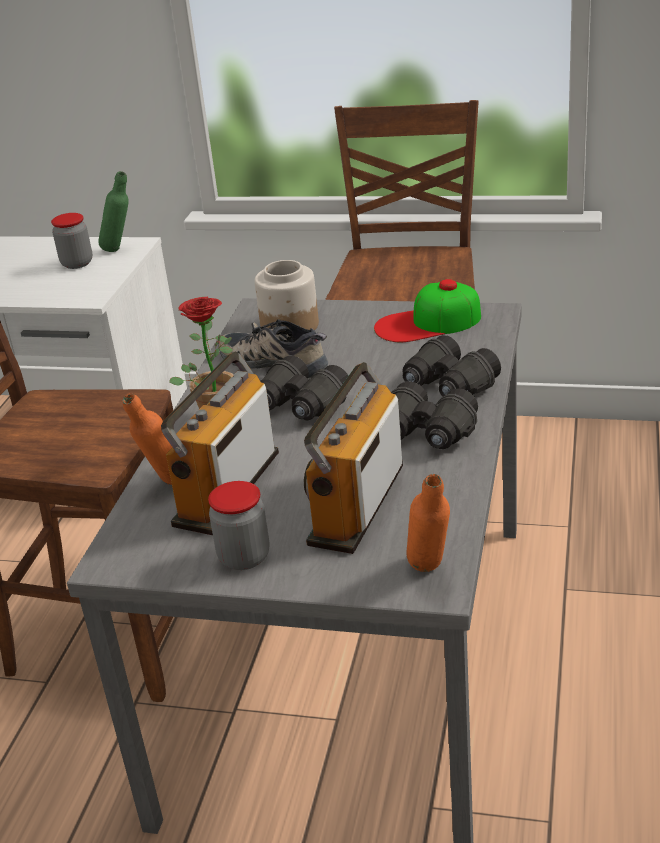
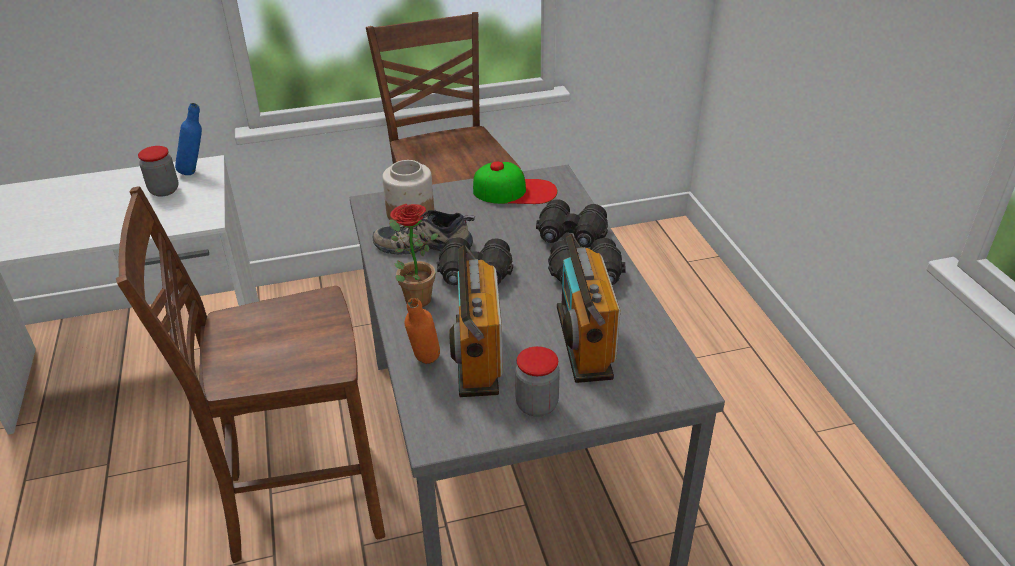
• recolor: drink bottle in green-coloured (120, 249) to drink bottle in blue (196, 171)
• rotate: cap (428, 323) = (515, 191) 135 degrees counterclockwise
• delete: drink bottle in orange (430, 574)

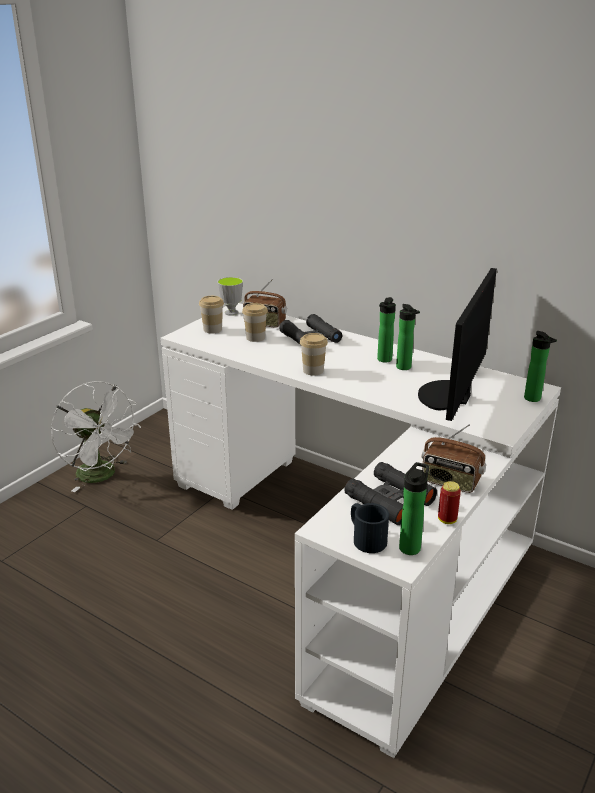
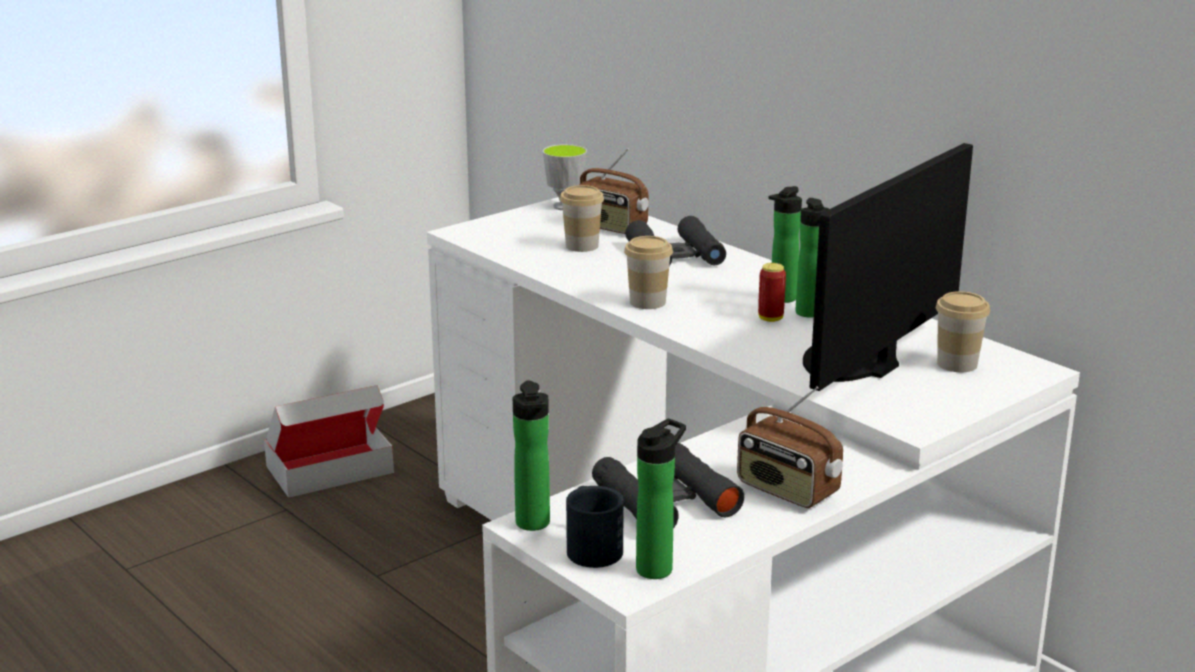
• replace: cooling fan in whitish (102, 476) to carton (330, 469)
• move: small cup (212, 329) to (957, 364)
• move: metal can (447, 520) to (770, 318)
• move: drink bottle (534, 399) to (533, 525)

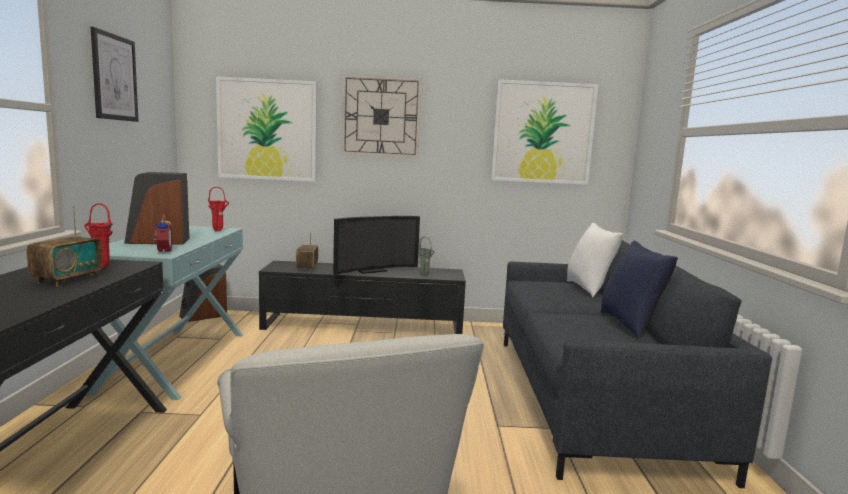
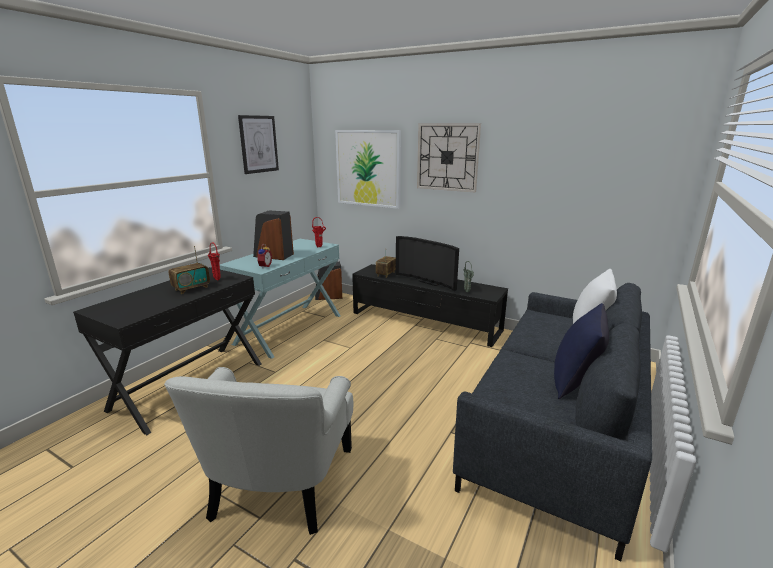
• rotate: television (371, 270) = (430, 282) 45 degrees clockwise
• delete: wall picture (542, 133)

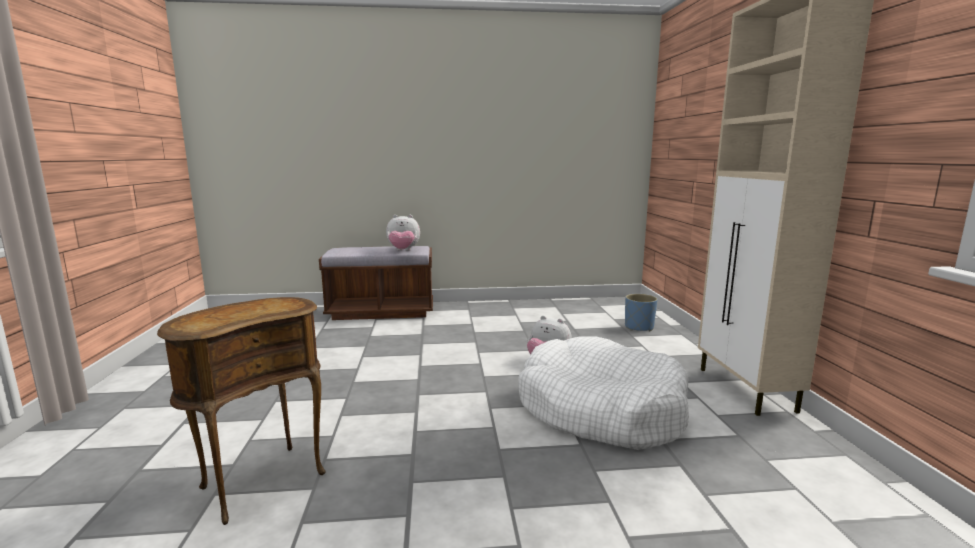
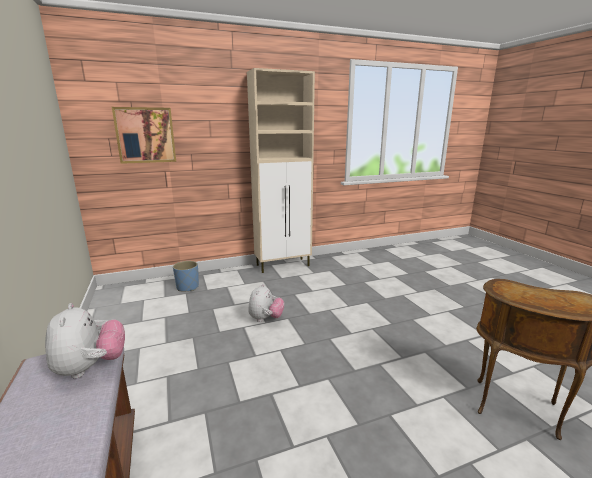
• delete: dog cushion in whitish (600, 409)
• insert: wall picture (145, 135)

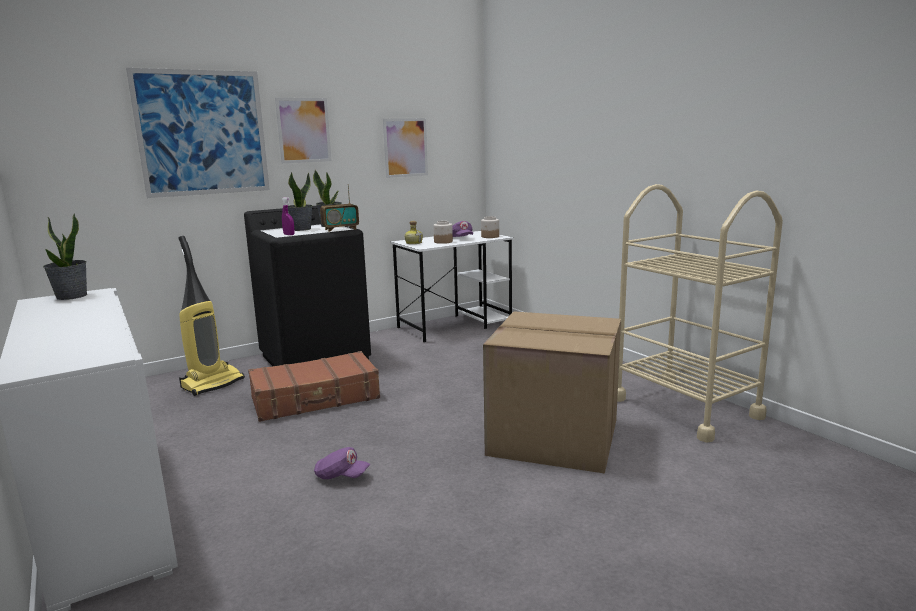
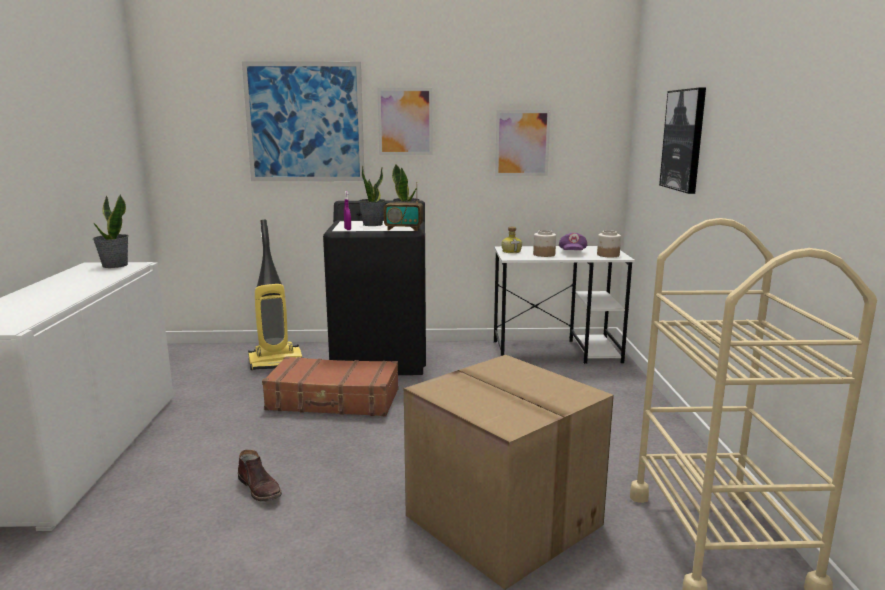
• replace: cap in purple-coloured (341, 476) to tall boot in brownish (260, 488)
• insert: wall picture (684, 140)

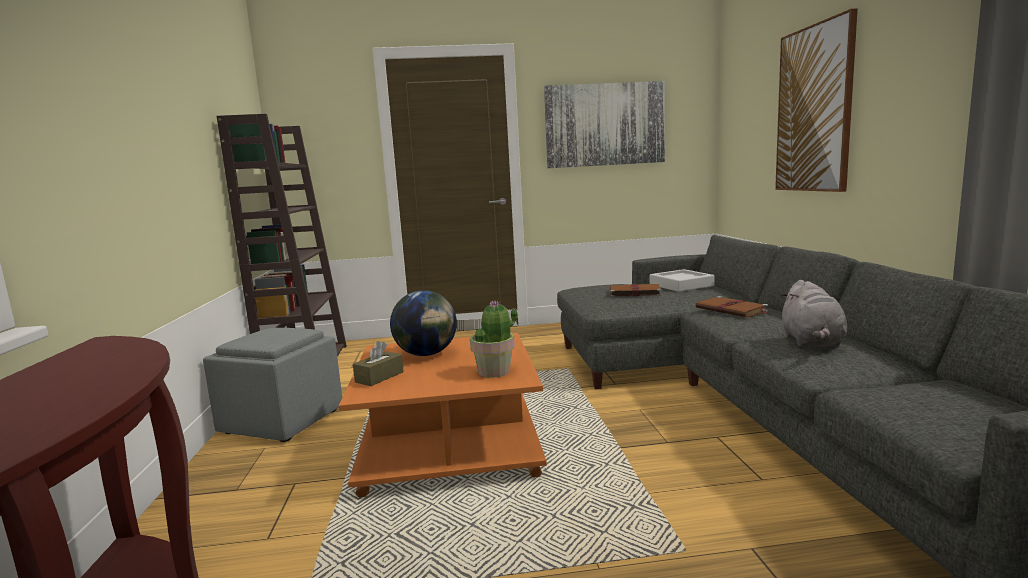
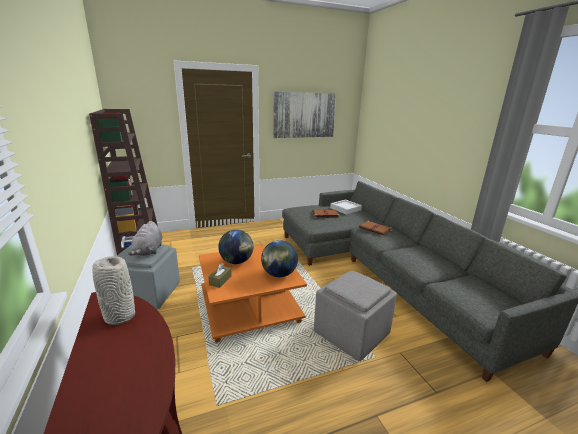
• replace: potted plant (495, 371) to world globe (279, 274)
• delete: wall picture (814, 109)
• move: plush toy in greyish (812, 342) to (148, 251)
• insert: flower vase in greyish (120, 317)
• insert: pouffe in greyish (351, 334)

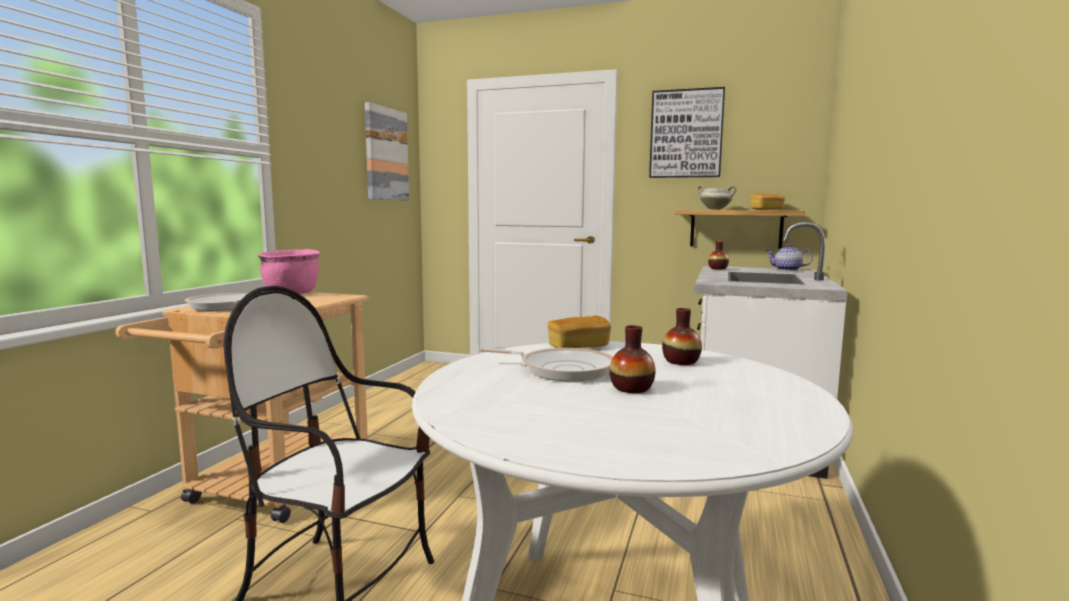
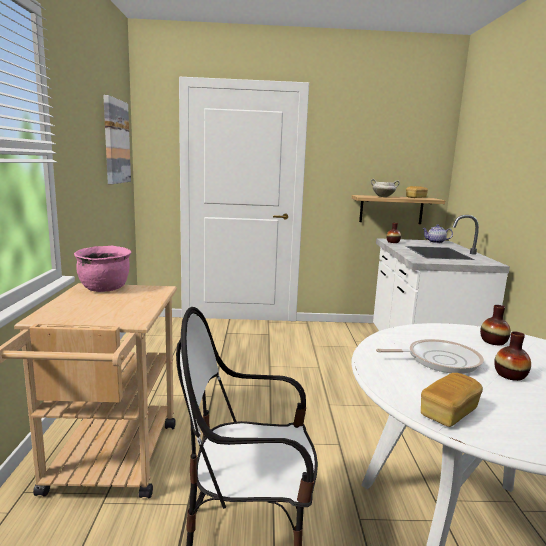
• delete: frying pan (225, 306)
• move: bakery bread (578, 347) to (448, 412)
• delete: wall picture (686, 134)

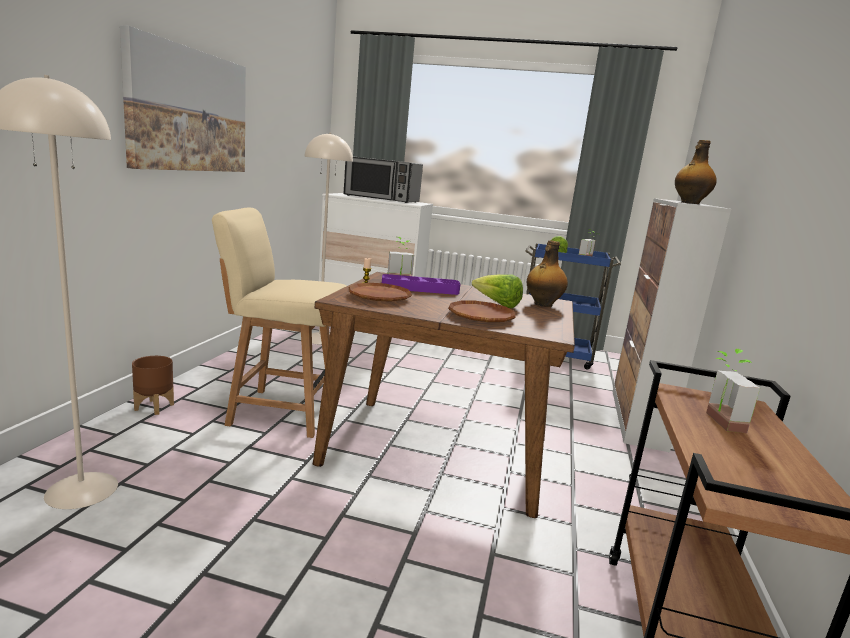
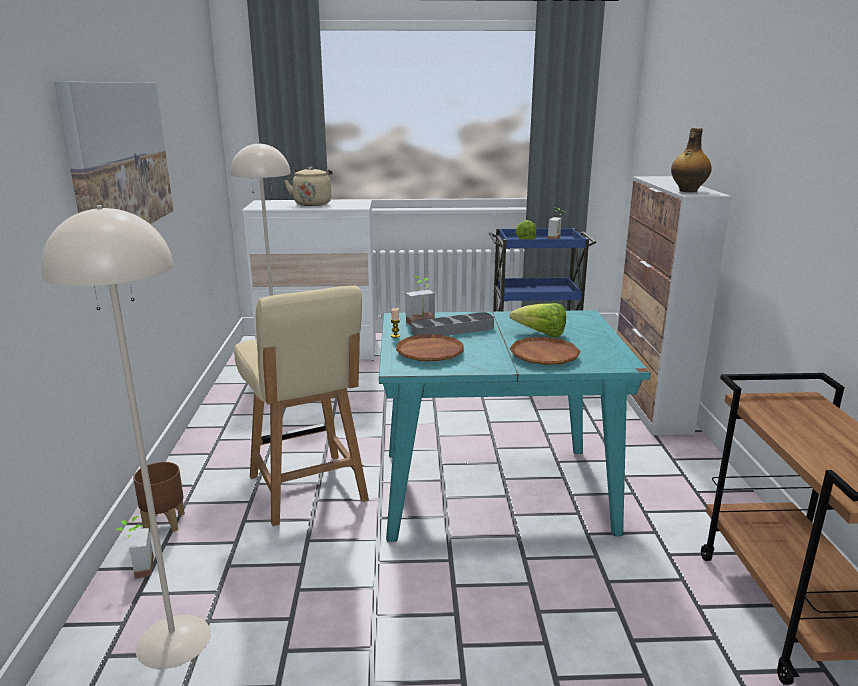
• rotate: plain chair in sand-coloured (280, 411) = (308, 490) 105 degrees counterclockwise
• recolor: dinner table in brownish (440, 451) to dinner table in blue-green (496, 491)
• replace: microwave oven (381, 199) to tea kettle in sand-coloured (312, 203)
• recolor: serving tray in purple-coloured (420, 289) to serving tray in greyish (452, 330)
• delete: drink bottle (542, 304)
• move: potted plant (717, 421) to (137, 568)

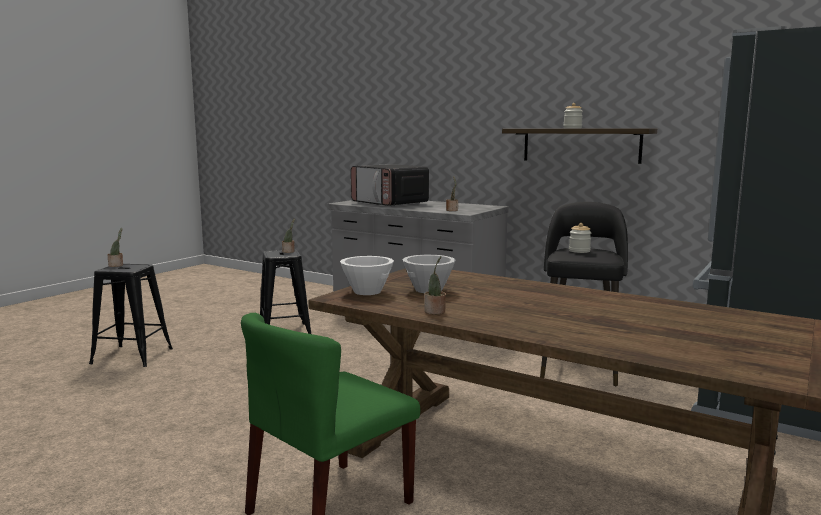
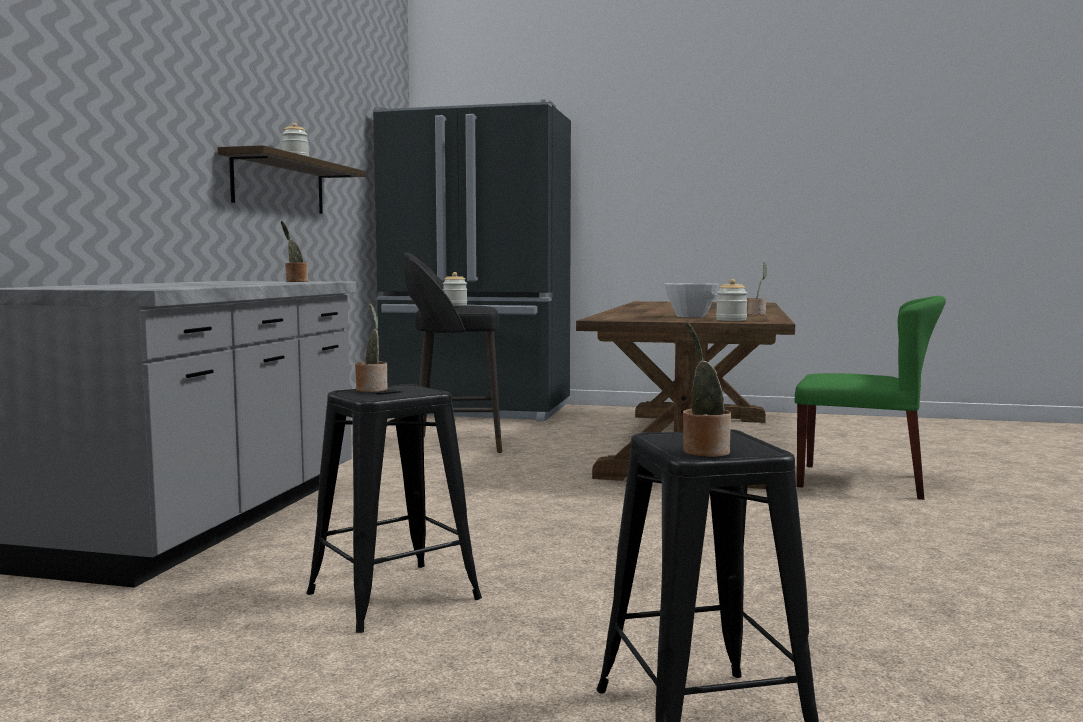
• replace: serving bowl in whitish (367, 291) to preserve jar (731, 320)
• delete: microwave oven (390, 203)

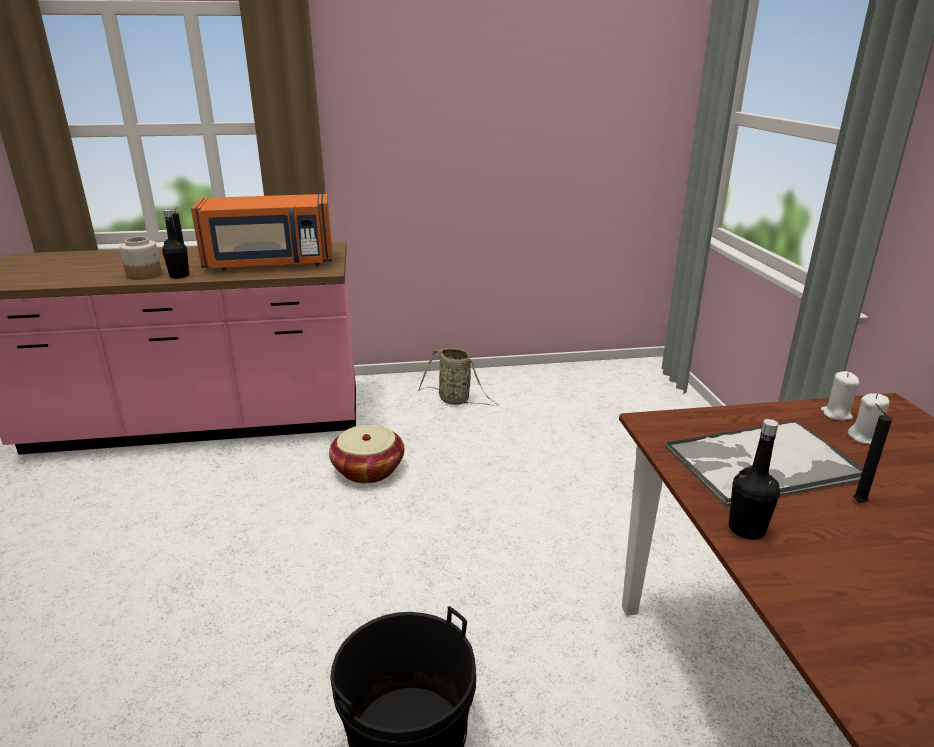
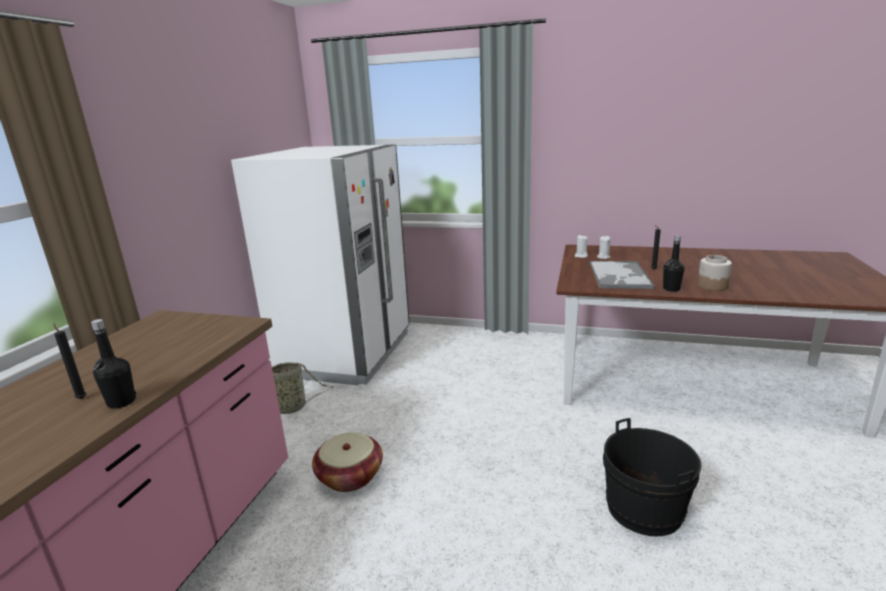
• move: preserve jar (144, 274) to (712, 286)
• delete: microwave oven in orange (270, 264)
• insert: kitchen fridge in whitish (346, 353)

